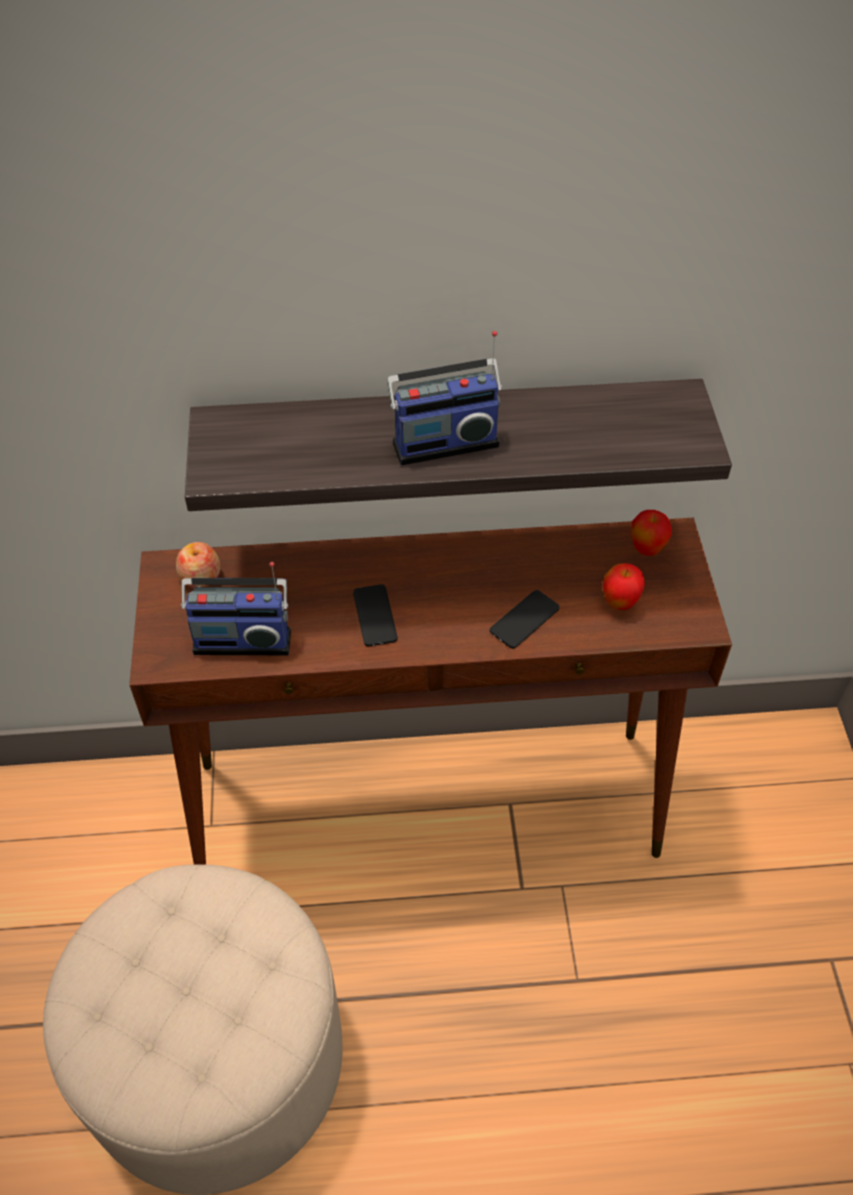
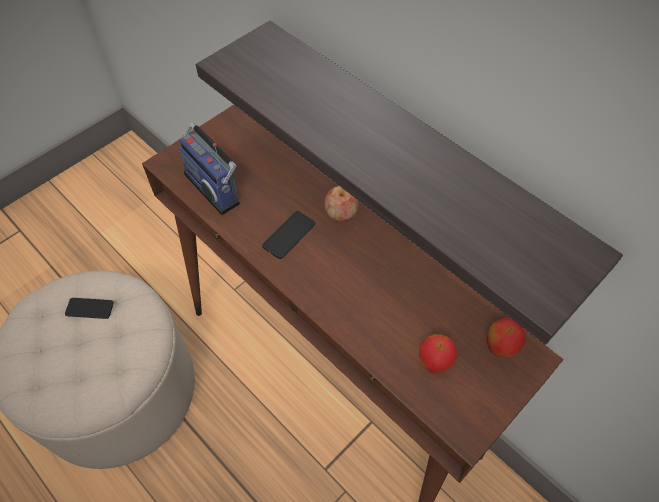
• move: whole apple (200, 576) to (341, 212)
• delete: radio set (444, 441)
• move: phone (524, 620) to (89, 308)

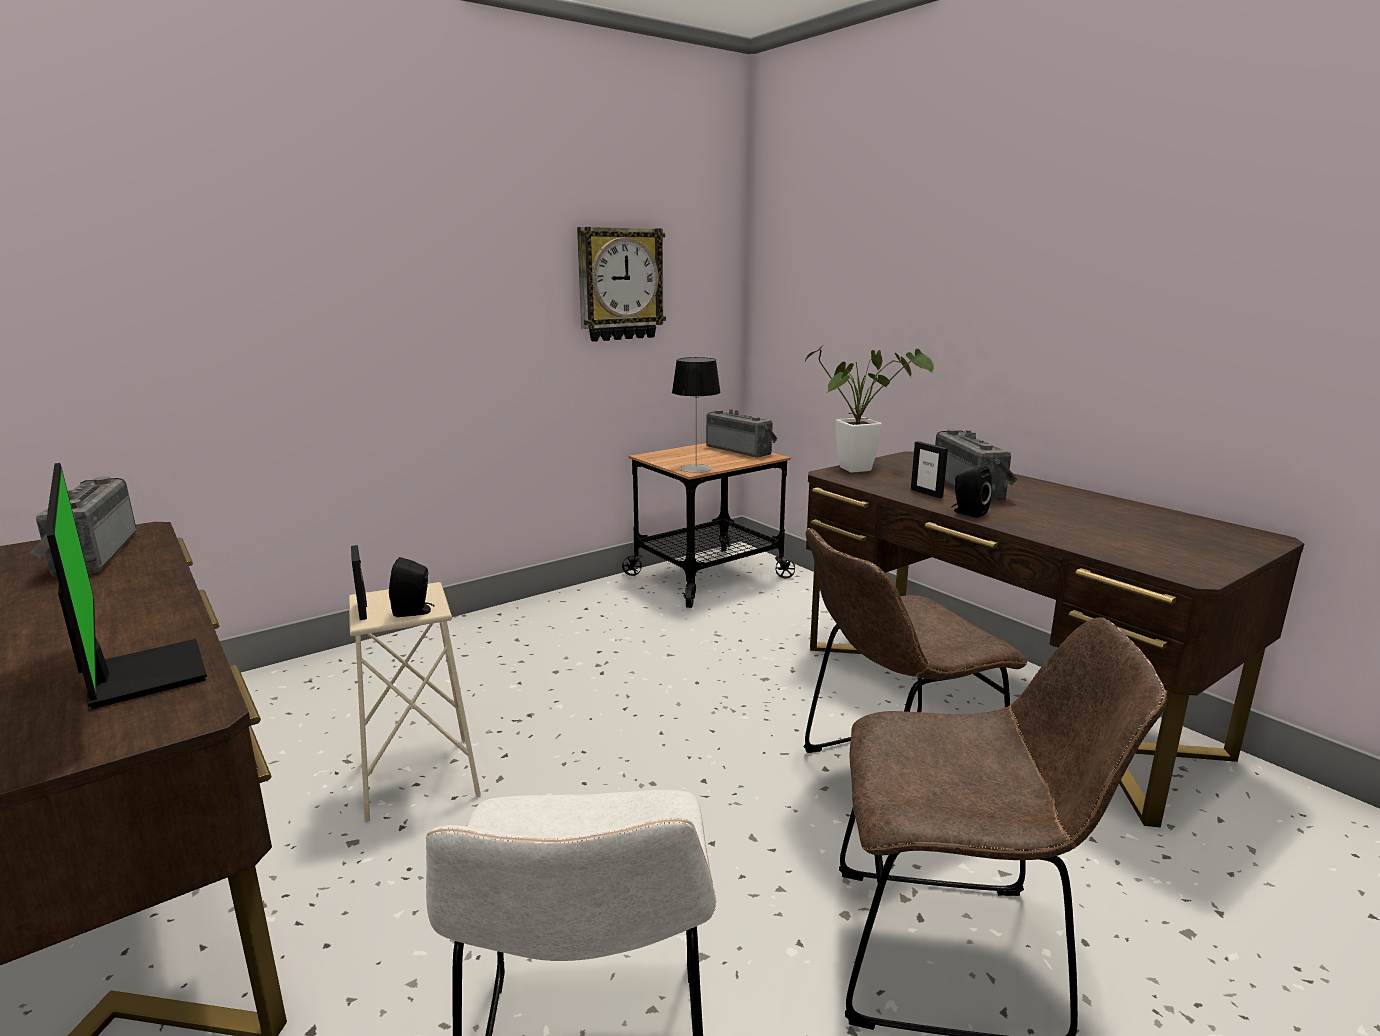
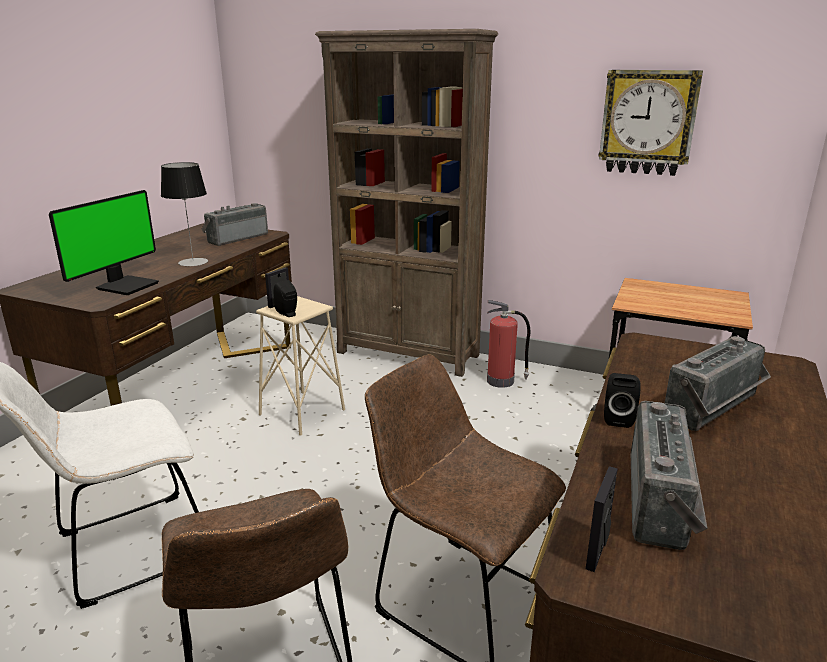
• move: tabletop lamp (696, 468) to (193, 262)
• move: radio set (741, 450) to (664, 501)
• delete: potted plant (862, 468)
• move: picture frame (926, 493) to (597, 551)
• insert: shelving unit in brownish (408, 354)
• insert: fire-fighting cylinder (502, 381)

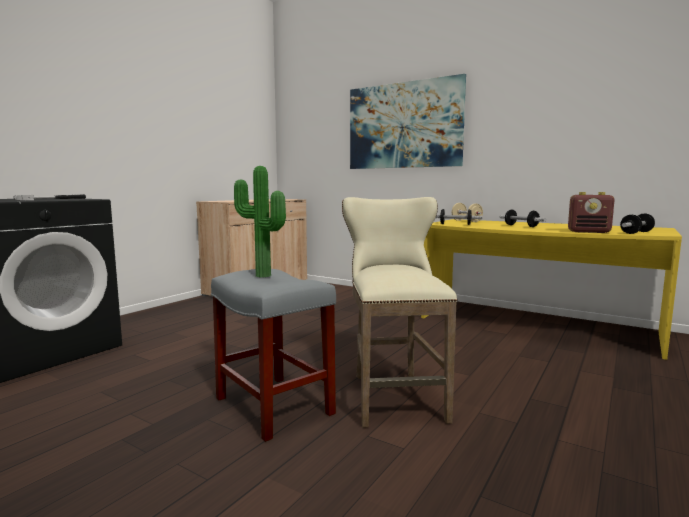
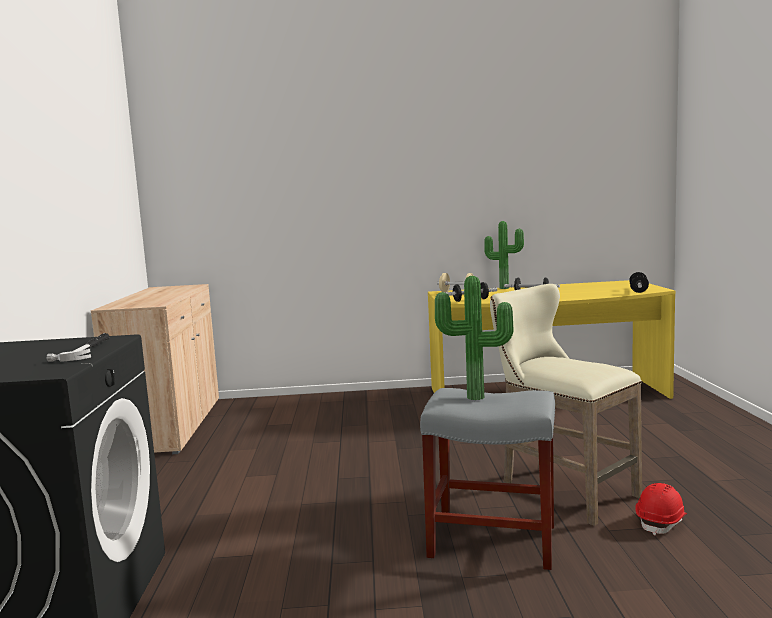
• delete: wall picture (404, 125)
• delete: radio set (589, 232)
• insert: potted plant (504, 288)
• insert: hard hat in red-coloured (661, 522)

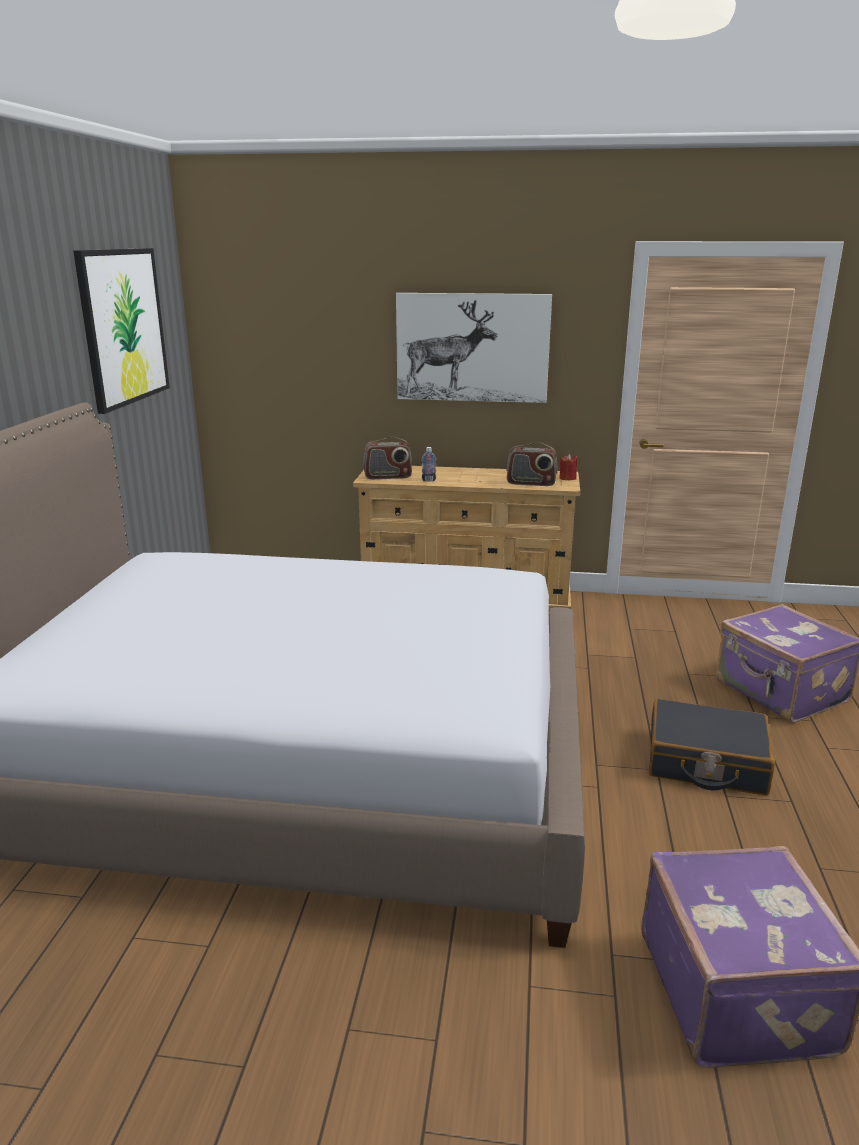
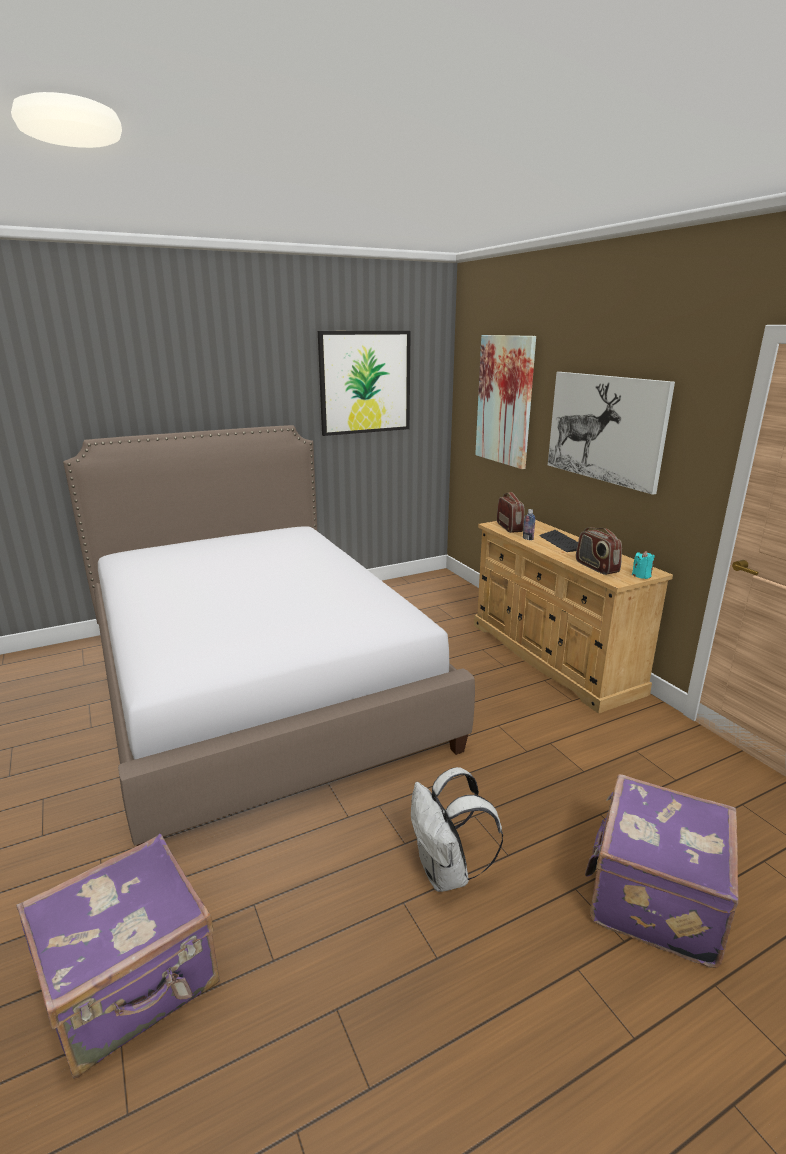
• rotate: radio set (388, 477) = (509, 527) 150 degrees counterclockwise
• recolor: wax candle in red-coloured (567, 478) to wax candle in blue-green (641, 575)
• replace: travel case in black (706, 762) to rucksack in whitish (447, 872)
• insert: wall picture (505, 400)
• insert: keyboard (561, 542)

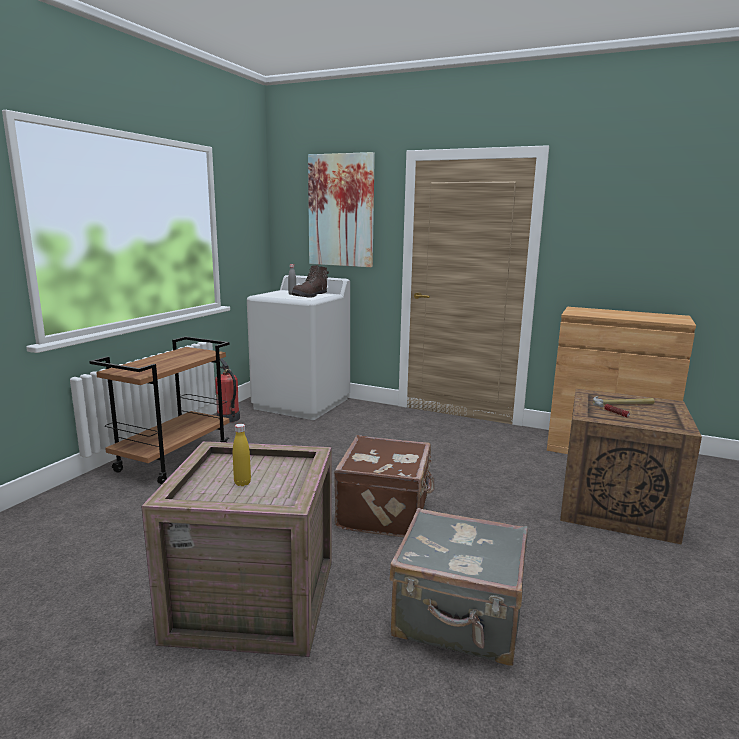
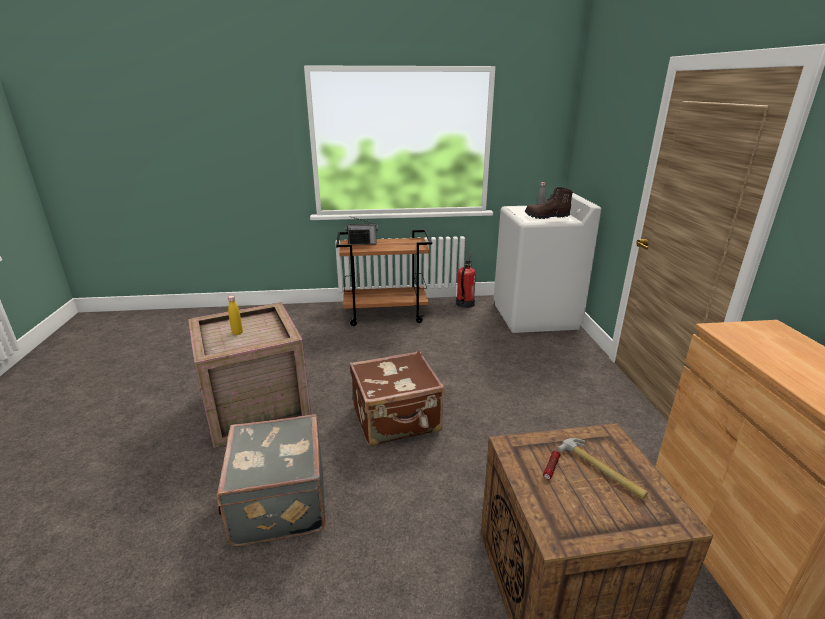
• delete: wall picture (341, 211)
• insert: radio set (362, 243)

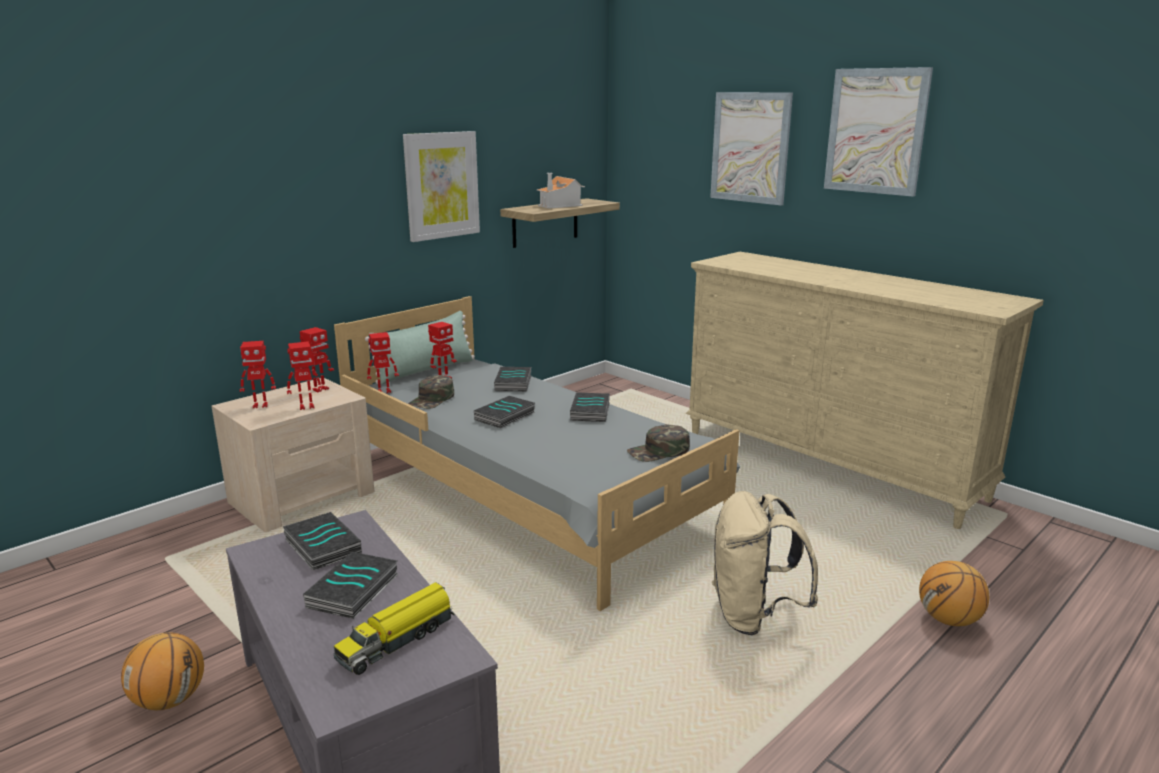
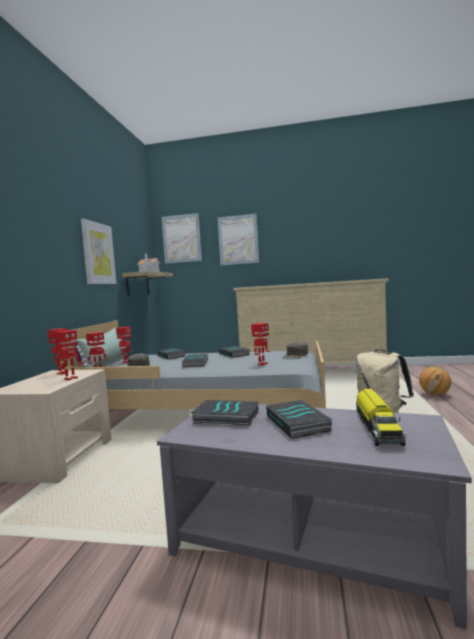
• delete: basketball (170, 700)
• move: toy robot (260, 405) to (262, 364)
• move: wall picture (875, 131) to (181, 238)

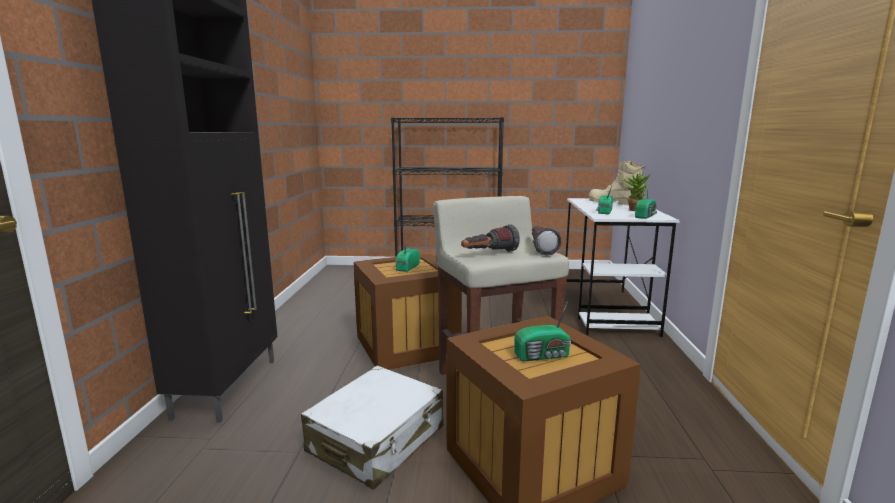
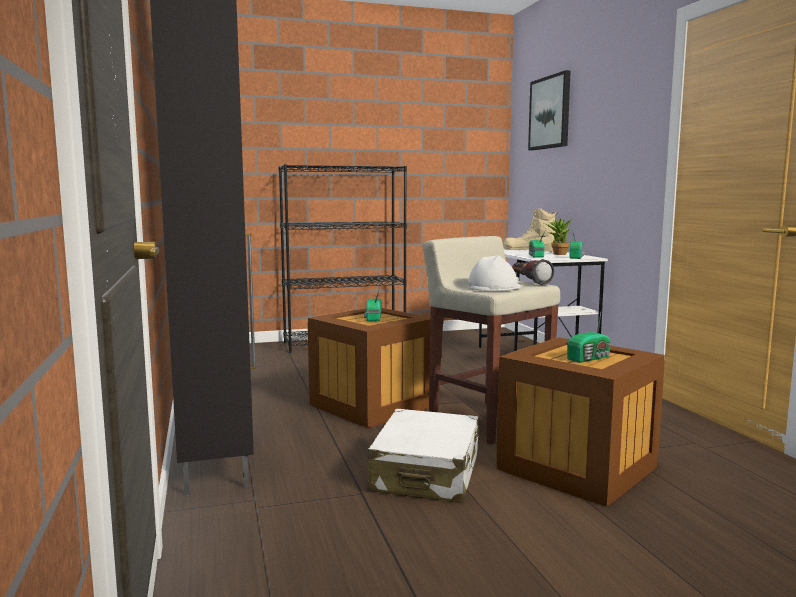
• replace: hand torch (488, 254) to hard hat in whitish (493, 287)
• insert: wall picture (550, 112)

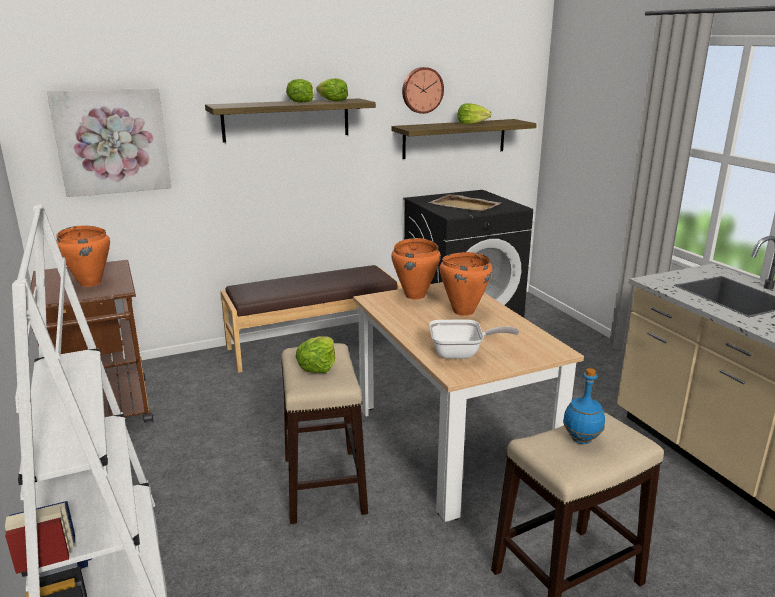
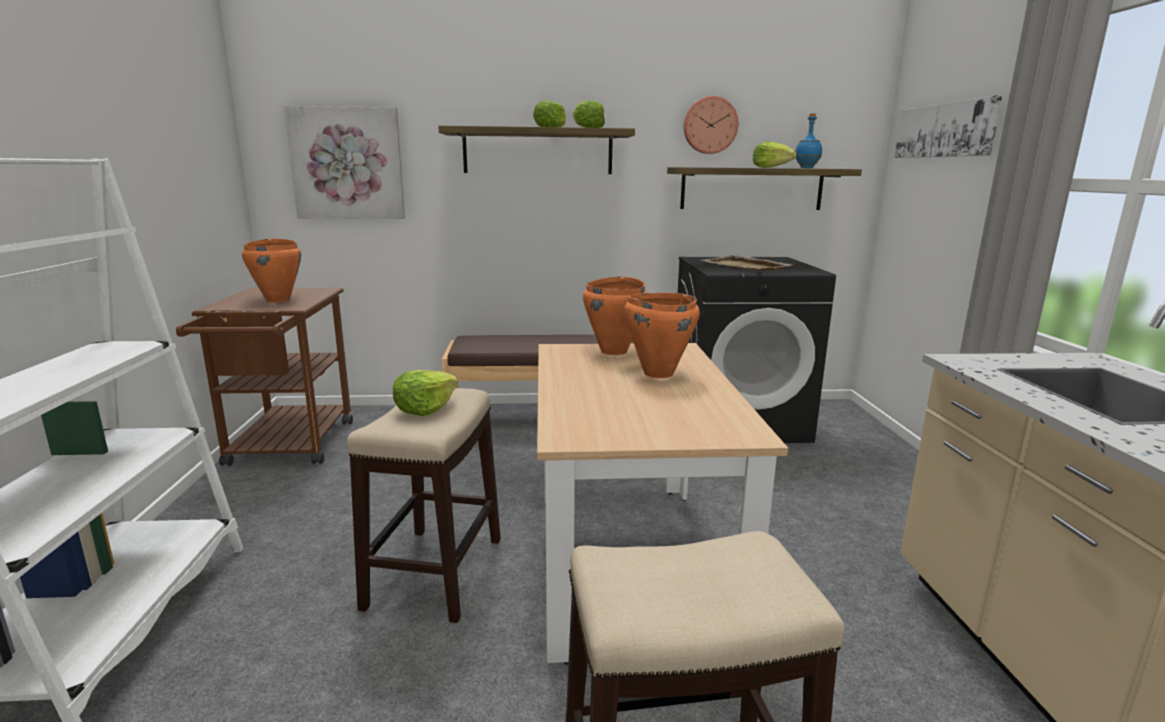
• delete: frying pan (461, 353)
• move: drink bottle in blue (581, 439) to (806, 168)
• insert: wall picture (945, 130)

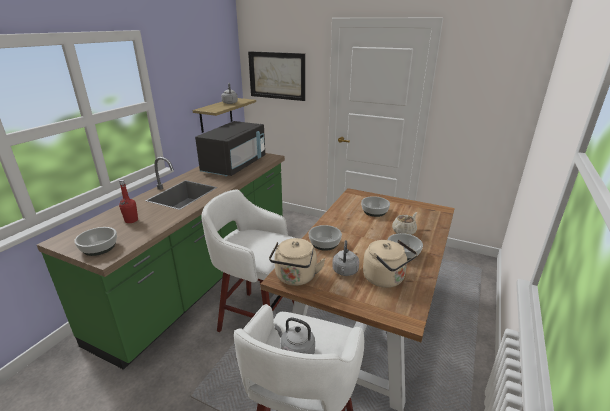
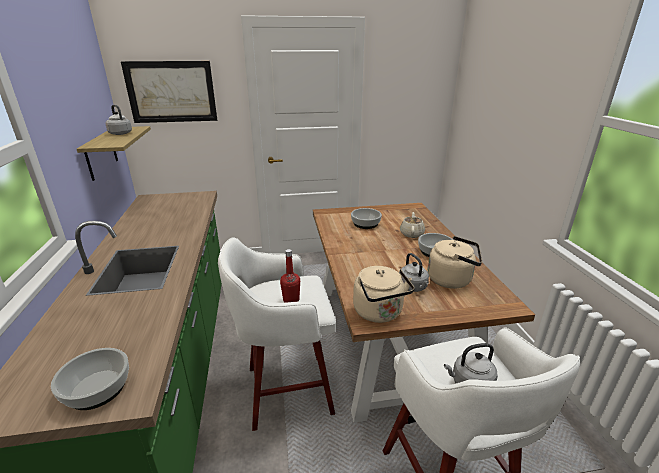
• move: drink bottle in red-coloured (131, 220) to (291, 300)
• delete: microwave oven in black (235, 166)
• delete: serving bowl (325, 243)

